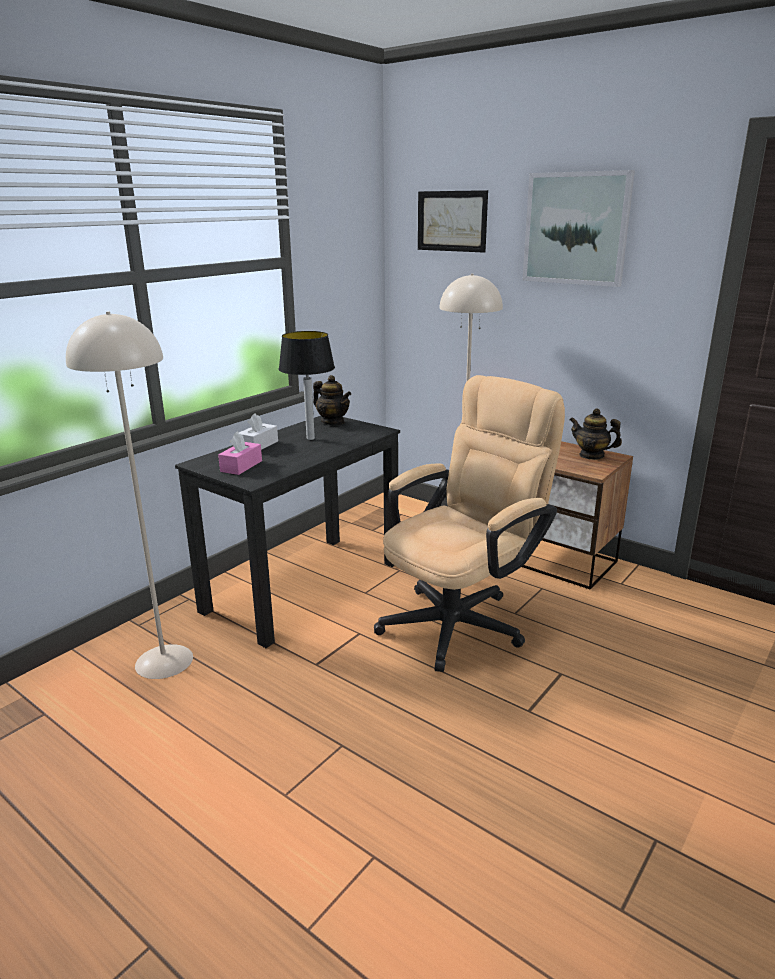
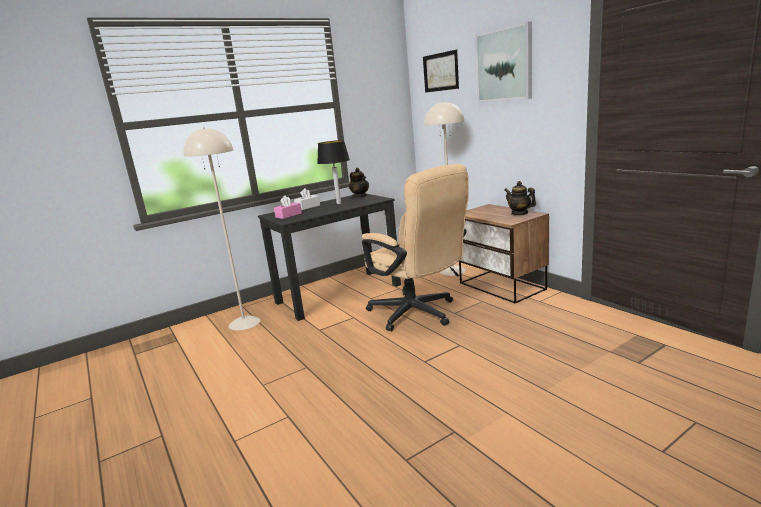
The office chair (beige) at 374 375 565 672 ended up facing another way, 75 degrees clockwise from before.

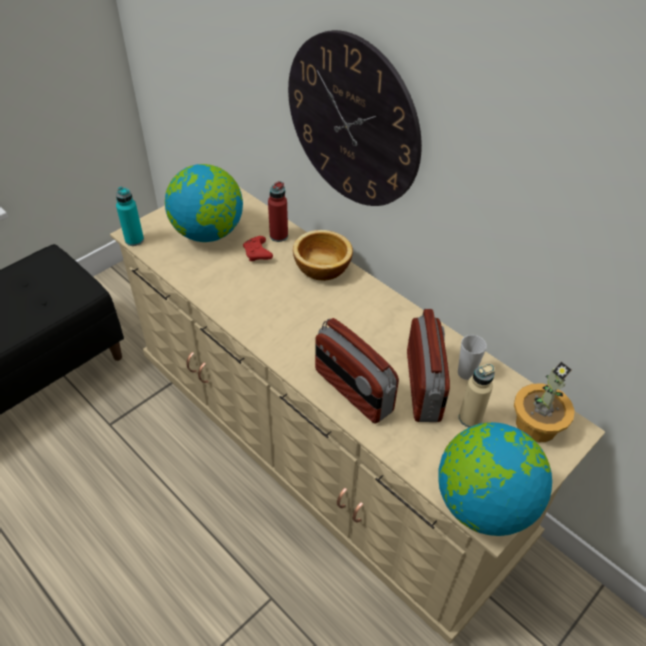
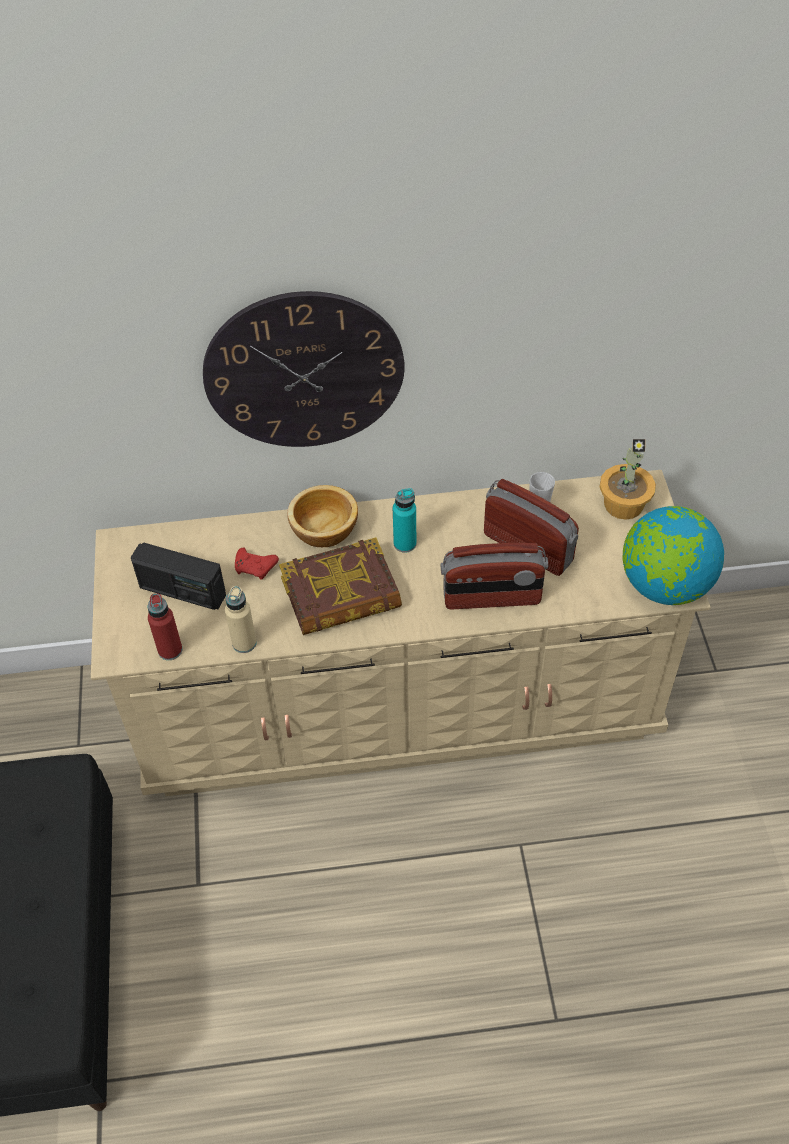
The bottle (turquoise) ended up elsewhere, having gone from 116 187 144 246 to 393 488 416 553.
Where the globe stood at 165 164 243 242, the radio came to stand at 131 543 226 610.
The bottle (red) ended up elsewhere, having gone from 268 181 288 242 to 147 593 182 660.
The bottle (beige) ended up elsewhere, having gone from 459 363 495 427 to 225 586 257 653.
The second view gained the book at 279 537 402 635.

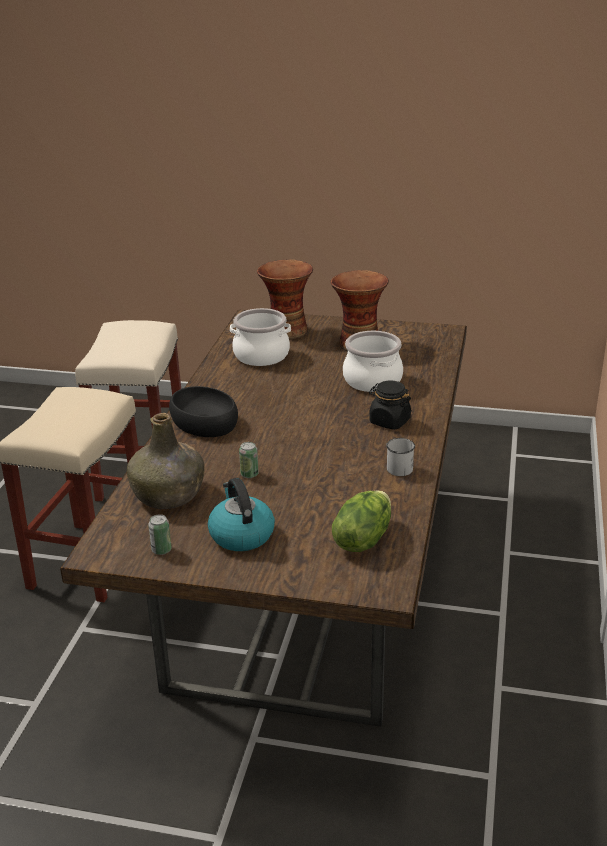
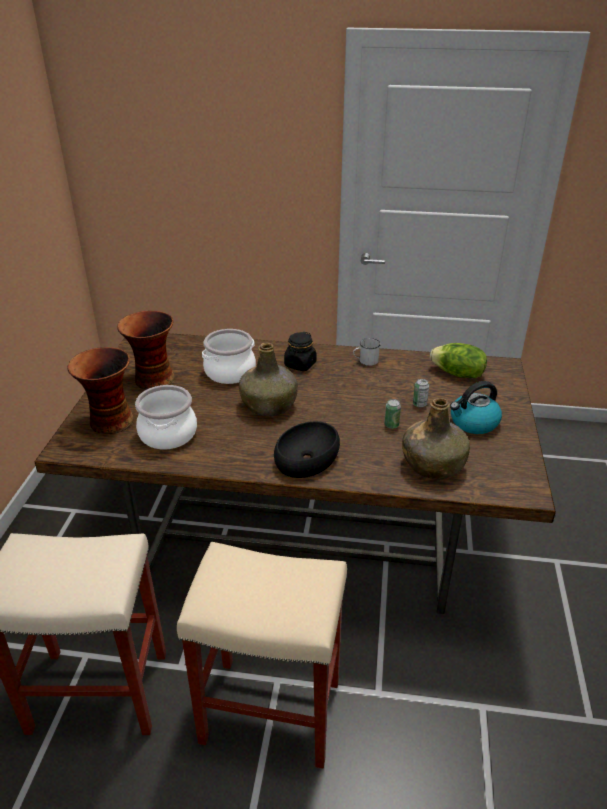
The can ended up elsewhere, having gone from 148 514 172 555 to 413 379 429 407.
The second view gained the bottle (green) at 239 343 298 416.

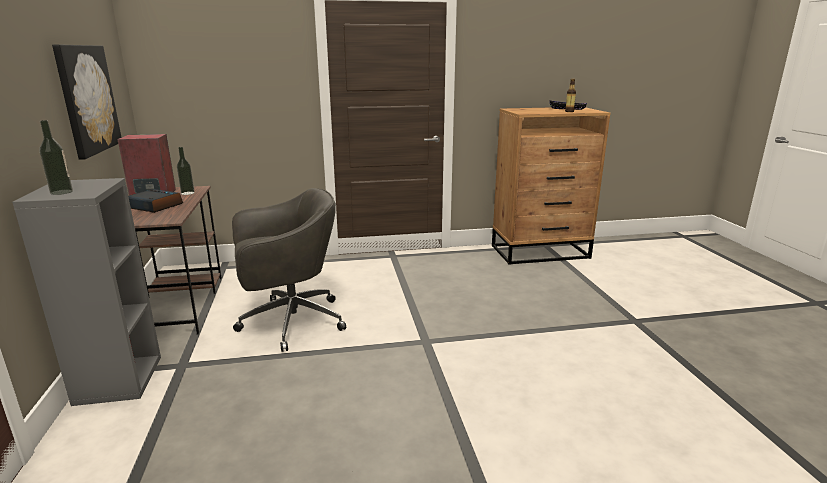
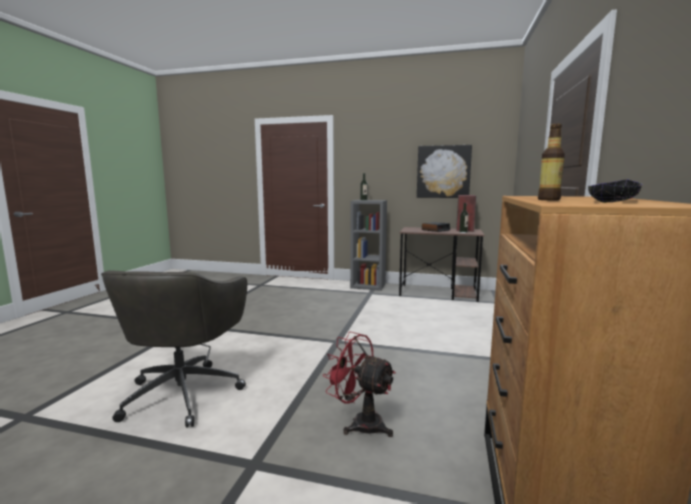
The office chair (grey) ended up elsewhere, having gone from 232 188 346 352 to 101 270 247 428.
The second view gained the fan (red) at 323 332 396 437.

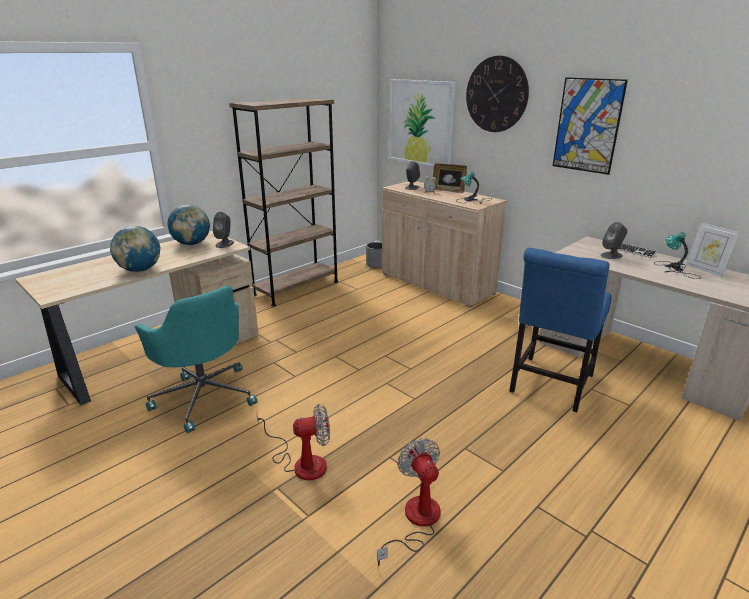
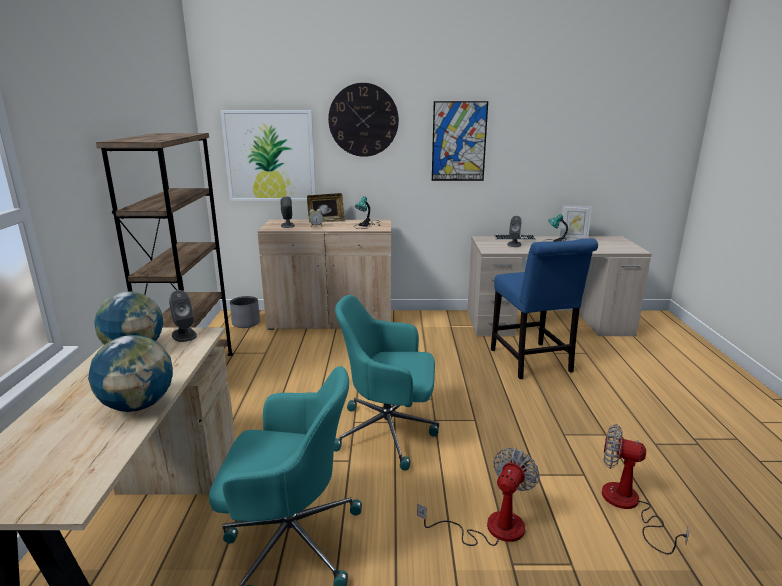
The second view gained the office chair (turquoise) at 334 295 439 470.

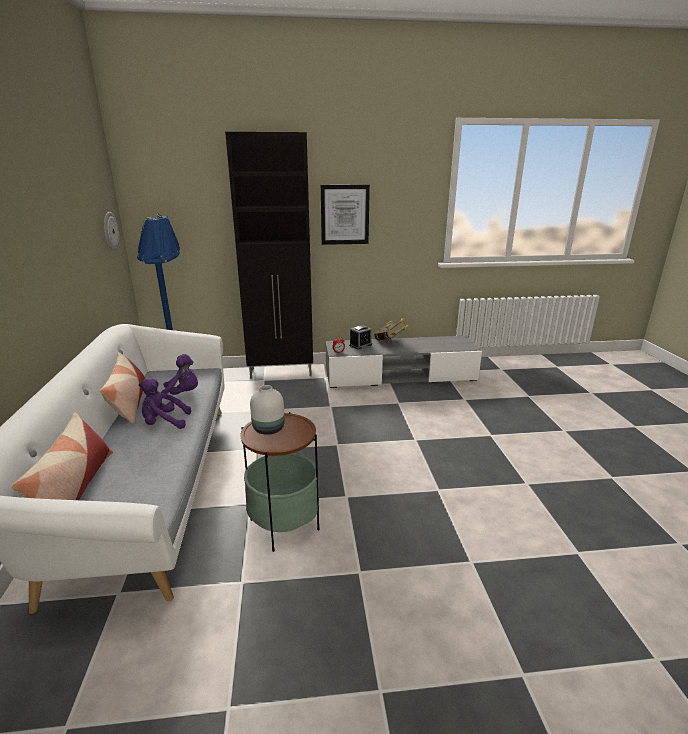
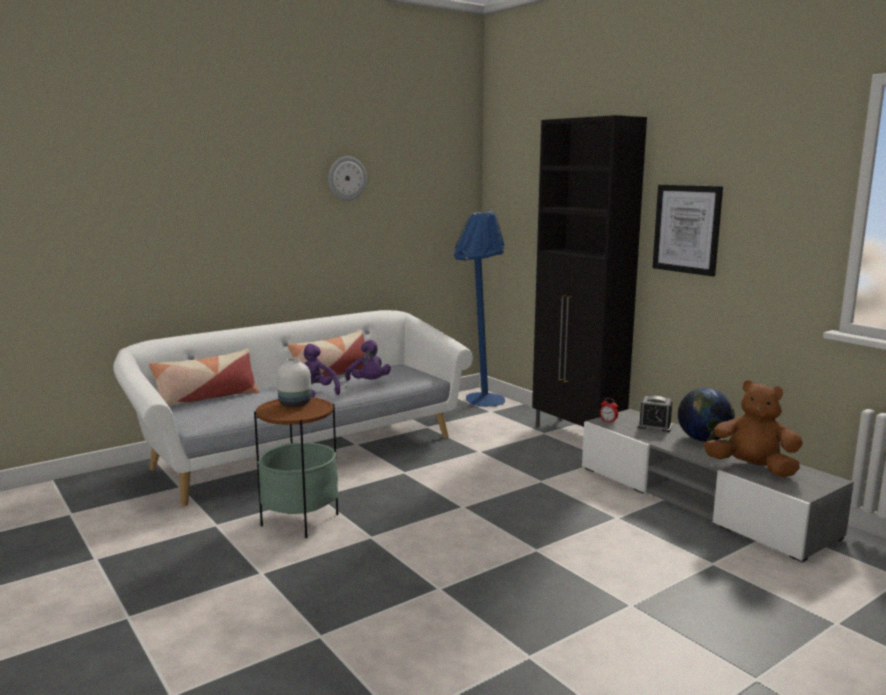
The wall clock ended up elsewhere, having gone from 104 212 119 251 to 328 156 367 201.
Where the book stood at 374 318 409 341, the globe came to stand at 678 388 735 442.
The second view gained the plush toy (brown) at 704 380 803 477.

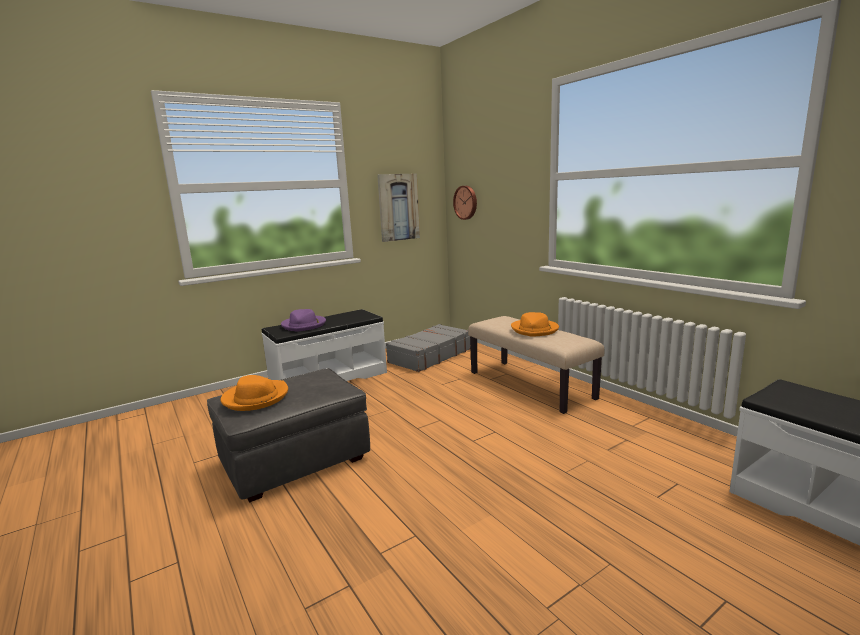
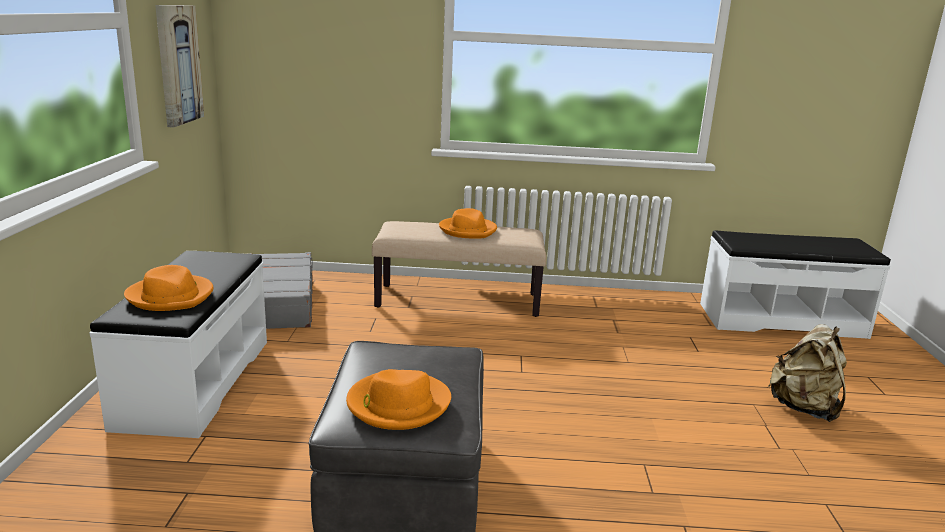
What was the hat (purple) at 281 309 326 331 turned into the hat (orange) at 124 265 213 311.
The second view lost the wall clock at 453 186 477 220.
The second view gained the backpack (beige) at 769 324 847 422.

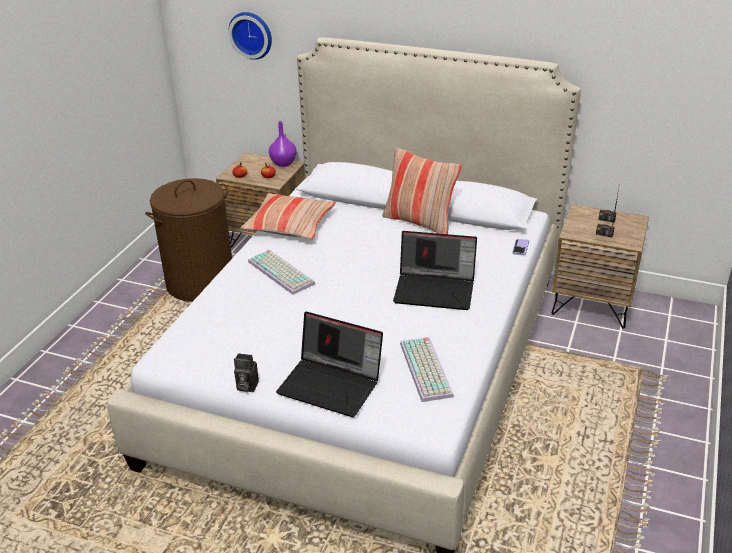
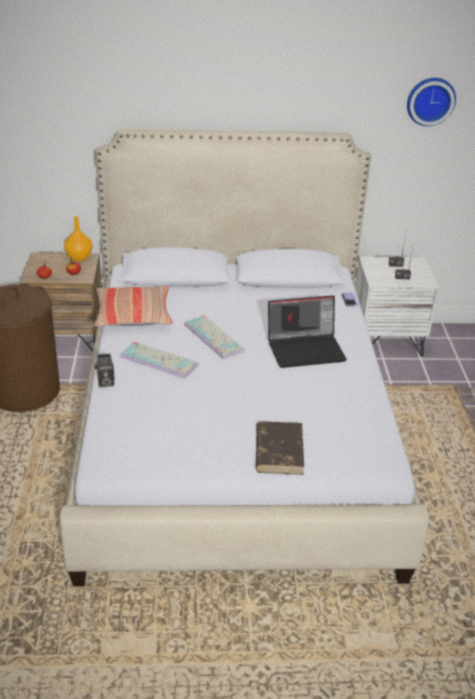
The wall clock ended up elsewhere, having gone from 228 12 272 60 to 407 78 456 126.
The photo camera ended up elsewhere, having gone from 234 353 259 392 to 94 354 114 387.
What was the vase (purple) at 269 121 297 167 turned into the vase (orange) at 64 216 93 261.
Where the laptop stood at 276 312 383 417, the book (brown) came to stand at 256 421 304 475.
The second view lost the pillow at 382 147 461 234.
The keyboard ended up elsewhere, having gone from 400 337 454 402 to 184 315 245 359.
What was the nightstand (brown) at 551 204 649 329 turned into the nightstand (white) at 355 256 439 356.

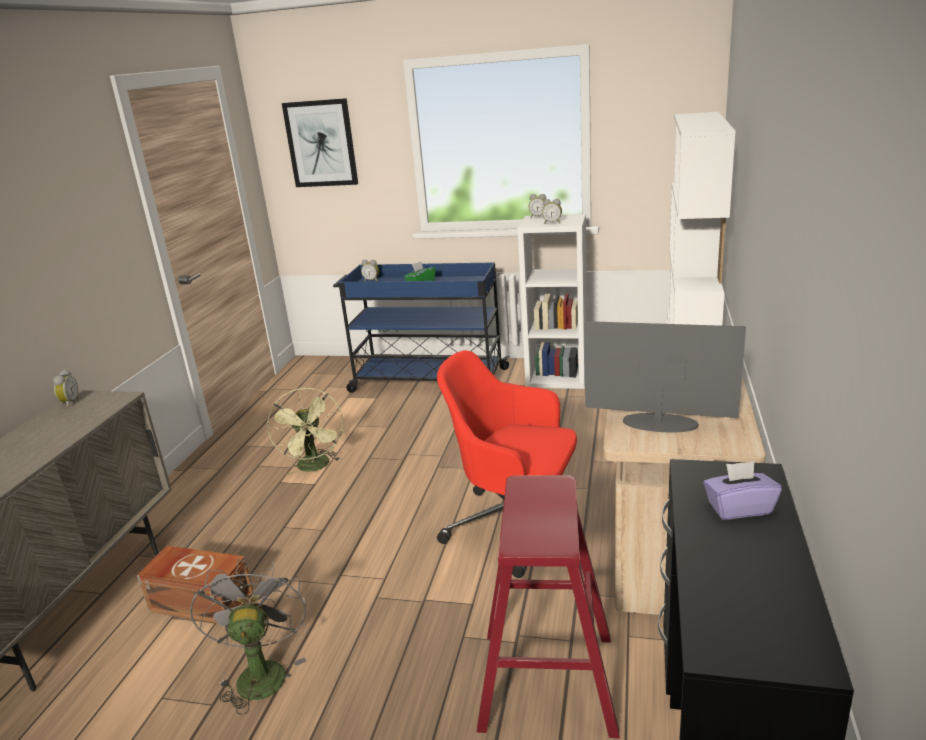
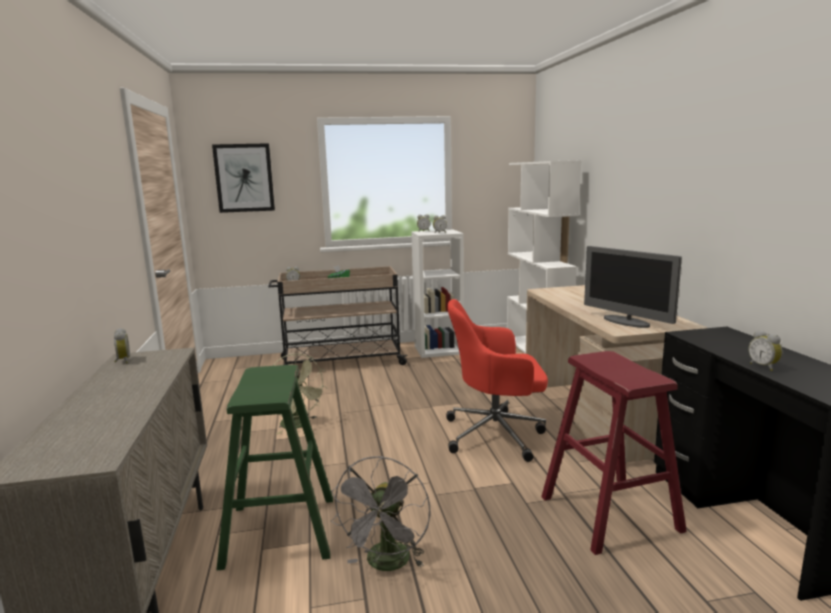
Where the storage box (brown) stood at 137 546 254 623, the stool (green) came to stand at 217 365 333 570.
The fan (grey) at 190 559 306 715 ended up facing another way, 135 degrees counterclockwise from before.
What was the cart (blue) at 333 262 510 393 turned into the cart (beige) at 268 266 408 365.
The monitor at 584 321 746 433 ended up facing another way, 120 degrees counterclockwise from before.
The second view lost the tissue box (purple) at 703 461 782 520.
The second view gained the alarm clock at 748 330 782 371.

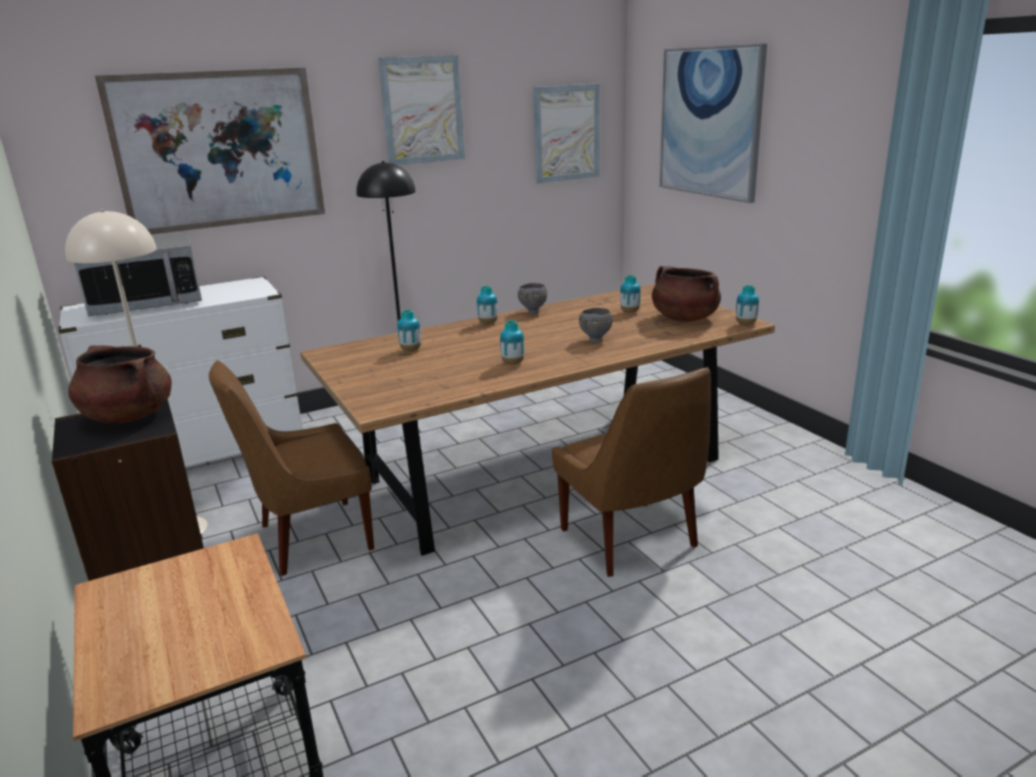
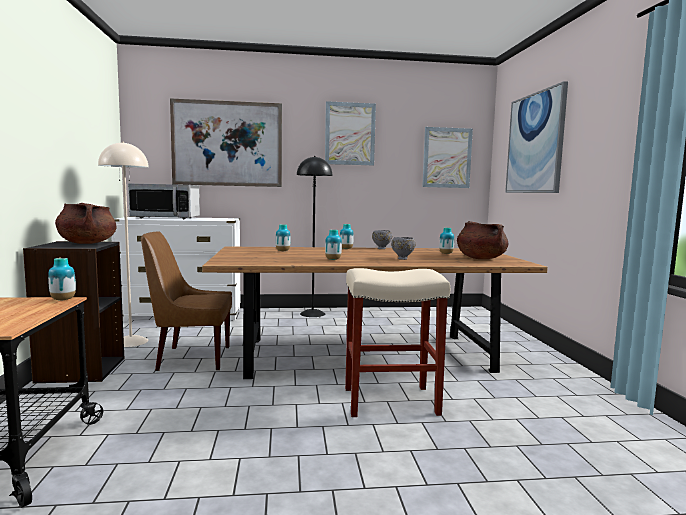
Where the chair (brown) stood at 552 367 711 577, the stool (beige) came to stand at 345 268 450 417.
The vase ended up elsewhere, having gone from 736 285 759 325 to 48 258 76 300.

